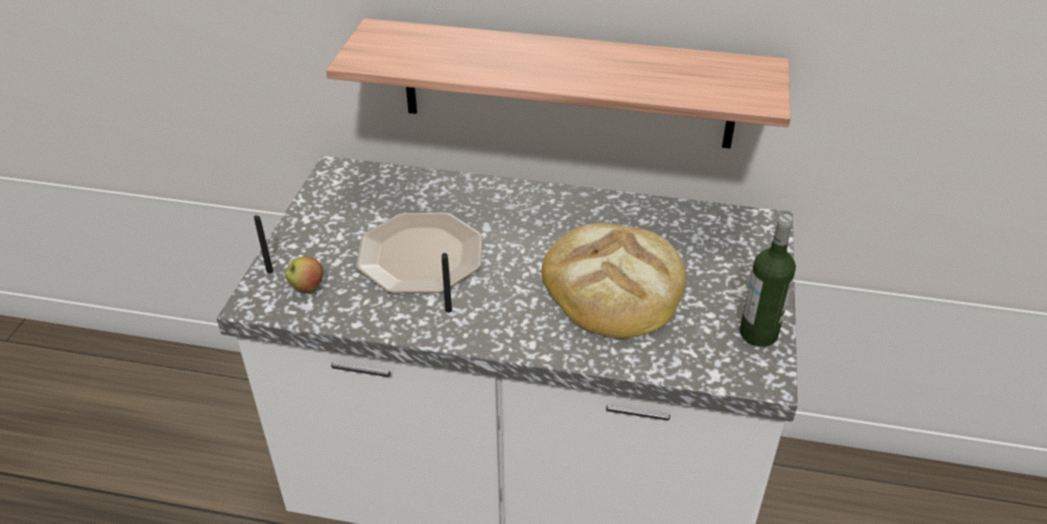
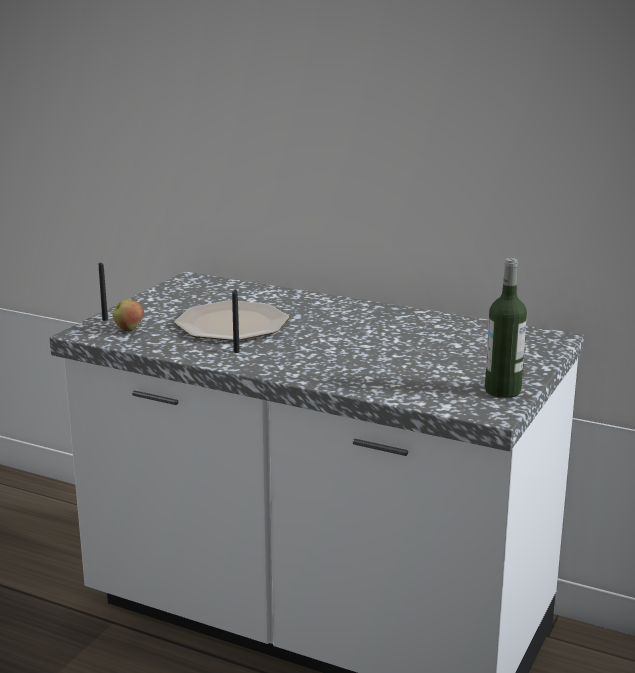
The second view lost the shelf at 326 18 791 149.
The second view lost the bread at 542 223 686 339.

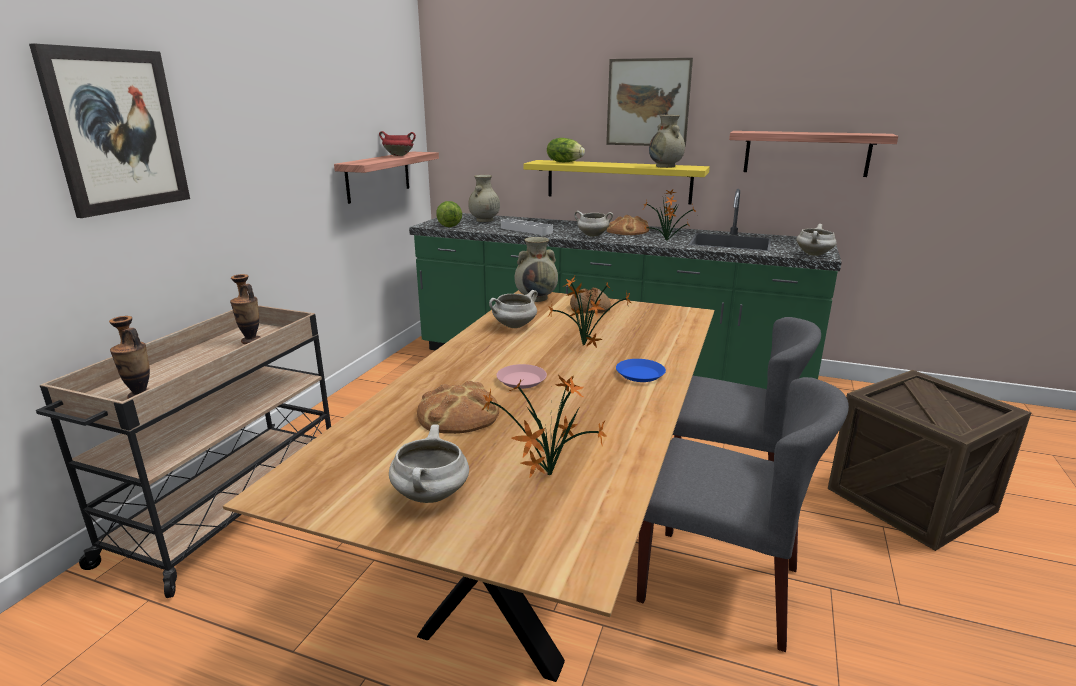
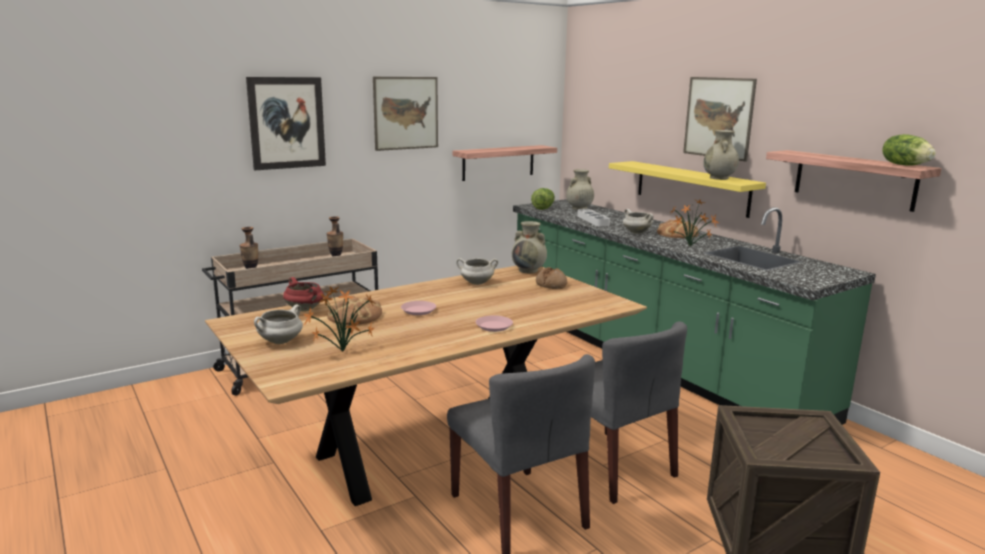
The cooking pot (red) ended up elsewhere, having gone from 379 131 416 156 to 283 277 324 311.
The lettuce ended up elsewhere, having gone from 547 138 585 162 to 882 134 936 165.
The second view lost the potted plant at 548 276 631 348.
What was the plate (blue) at 616 359 666 382 turned into the plate (pink) at 476 315 513 332.
The second view lost the cooking pot (white) at 796 224 837 256.
The second view gained the picture at 373 77 438 151.

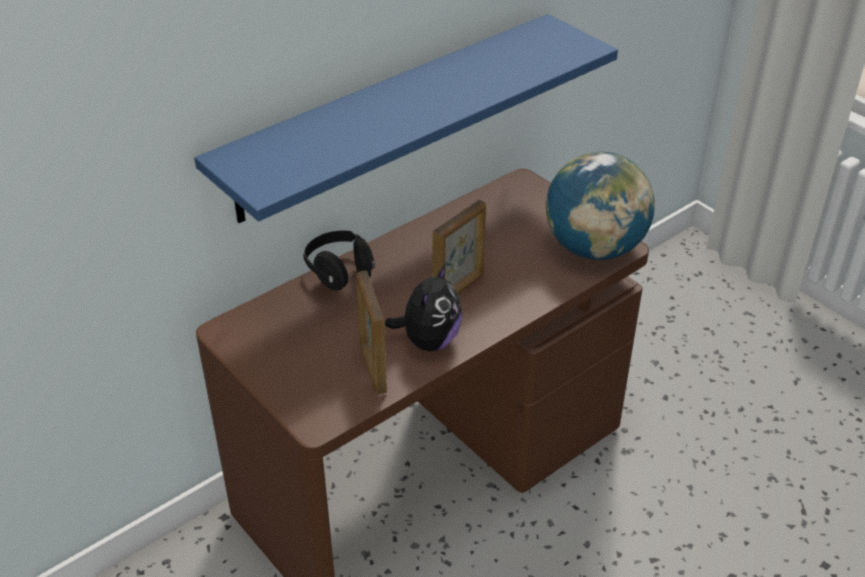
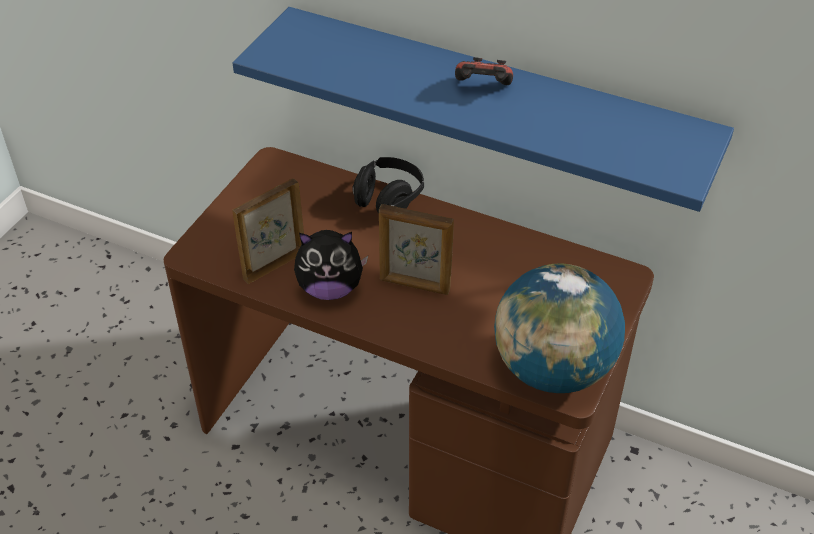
The second view gained the game controller at 455 57 513 85.

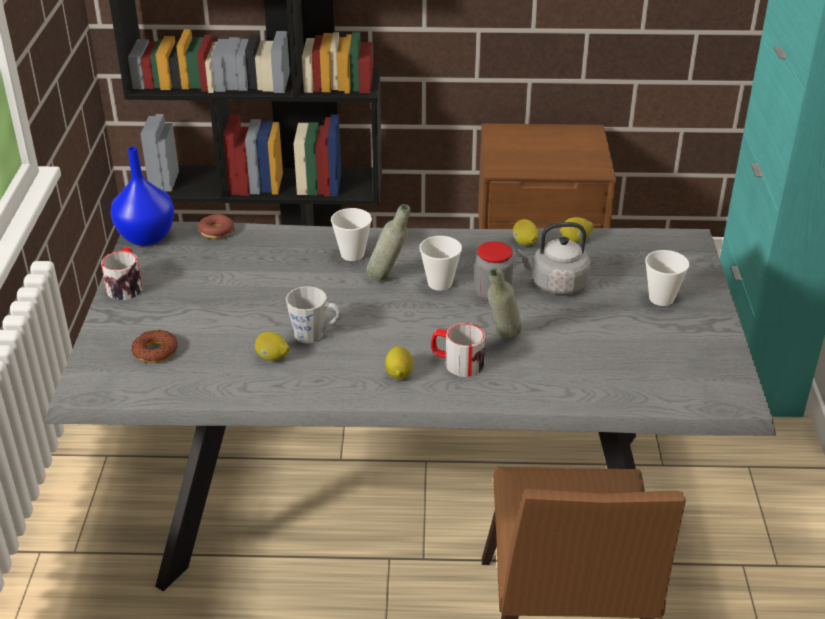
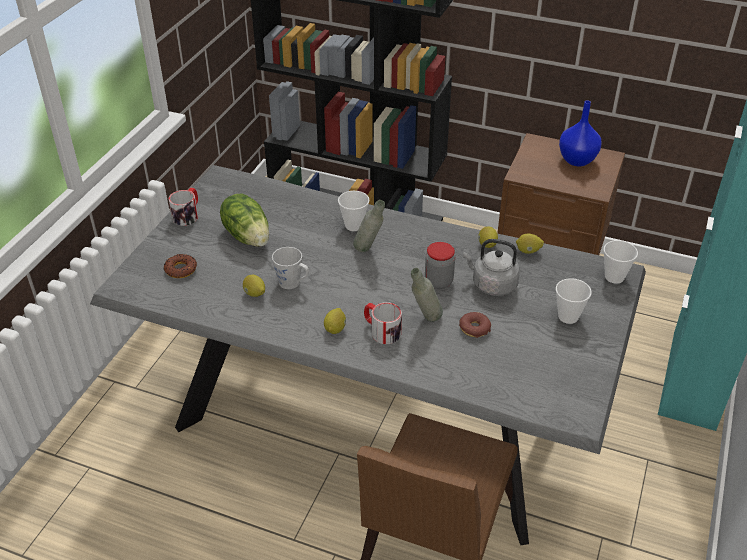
The vase (blue) ended up elsewhere, having gone from 111 147 174 246 to 559 101 602 166.
The donut ended up elsewhere, having gone from 198 214 234 239 to 459 312 491 338.
The cup ended up elsewhere, having gone from 419 236 462 291 to 604 240 638 284.
The second view gained the lettuce at 220 193 269 247.

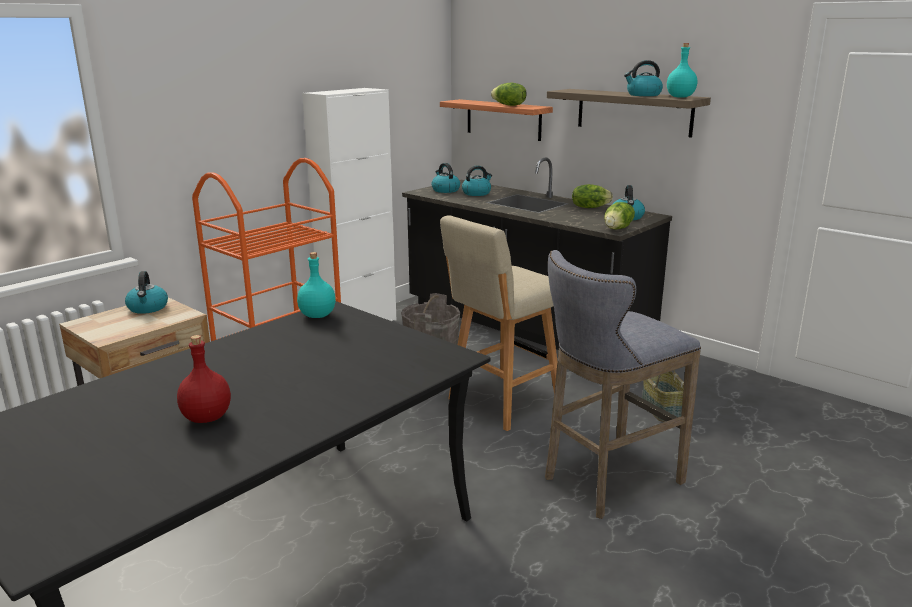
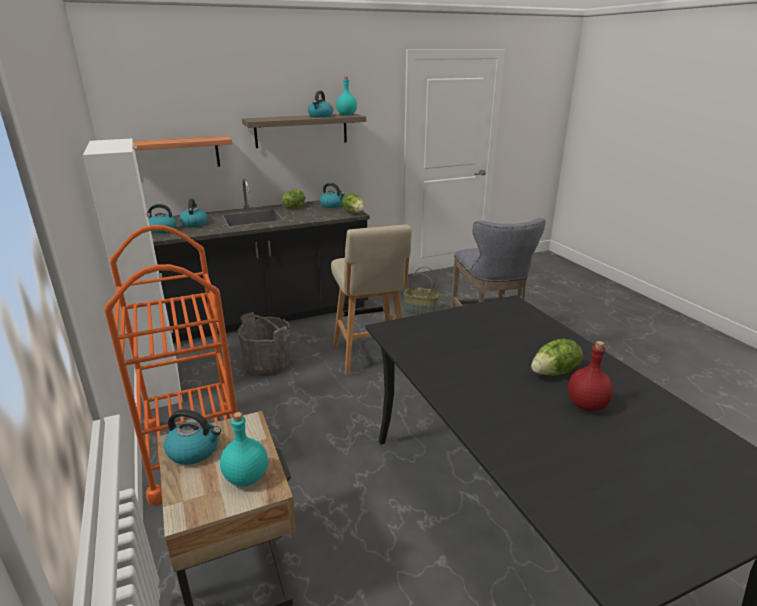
The bottle (turquoise) ended up elsewhere, having gone from 297 252 336 318 to 220 412 268 486.
The lettuce ended up elsewhere, having gone from 491 83 527 106 to 531 339 583 376.

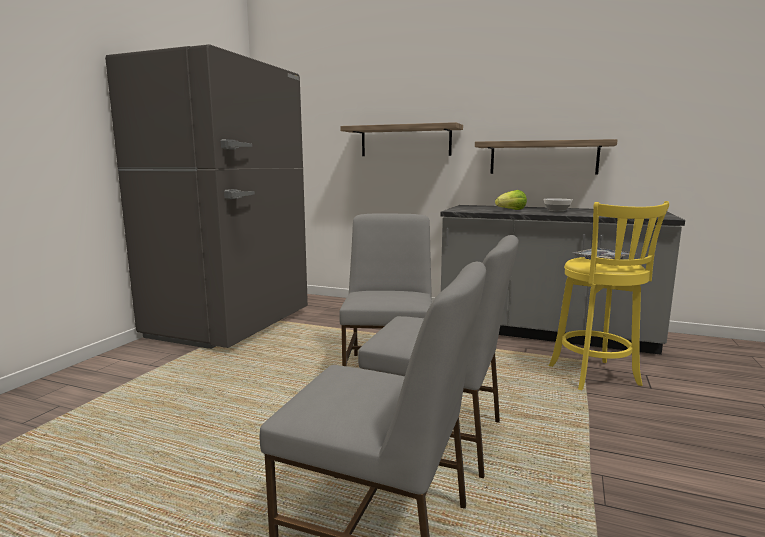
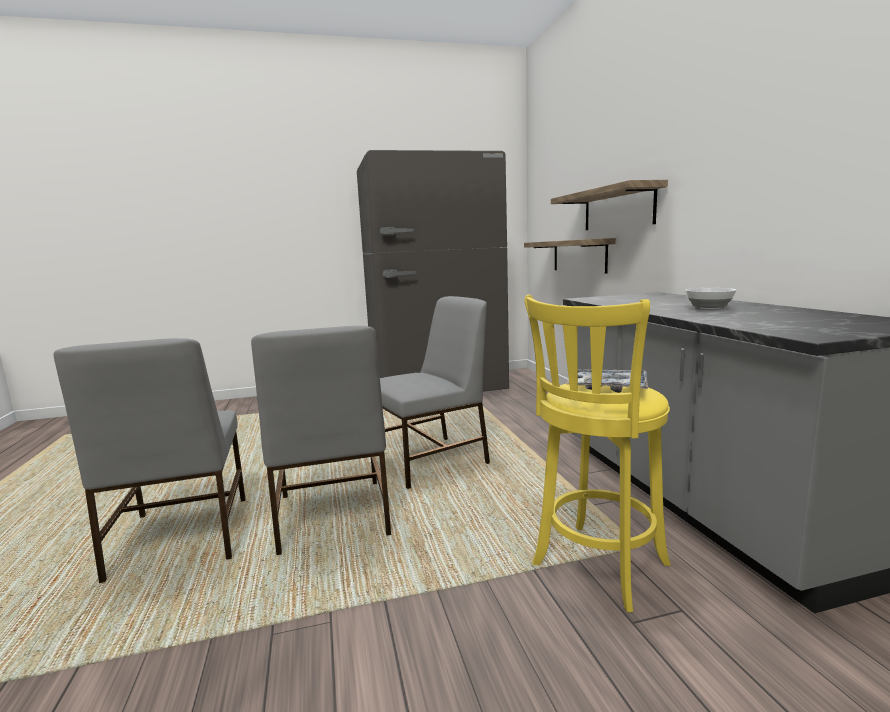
The shelf ended up elsewhere, having gone from 475 139 618 174 to 524 238 616 274.
The second view lost the lettuce at 495 190 527 210.

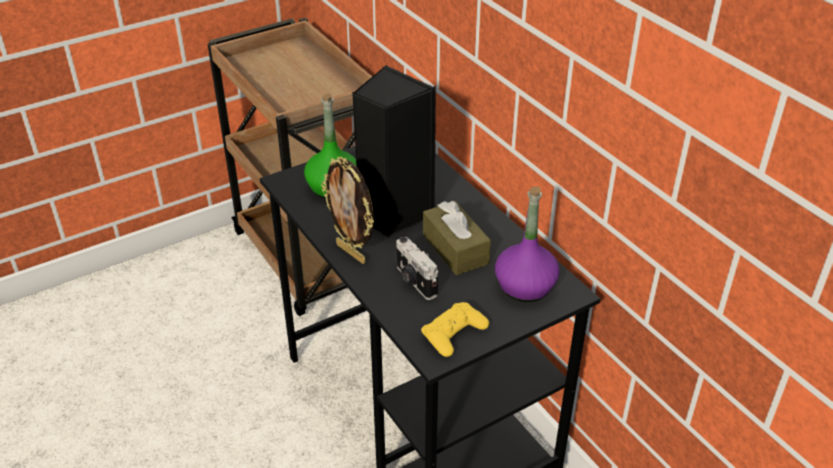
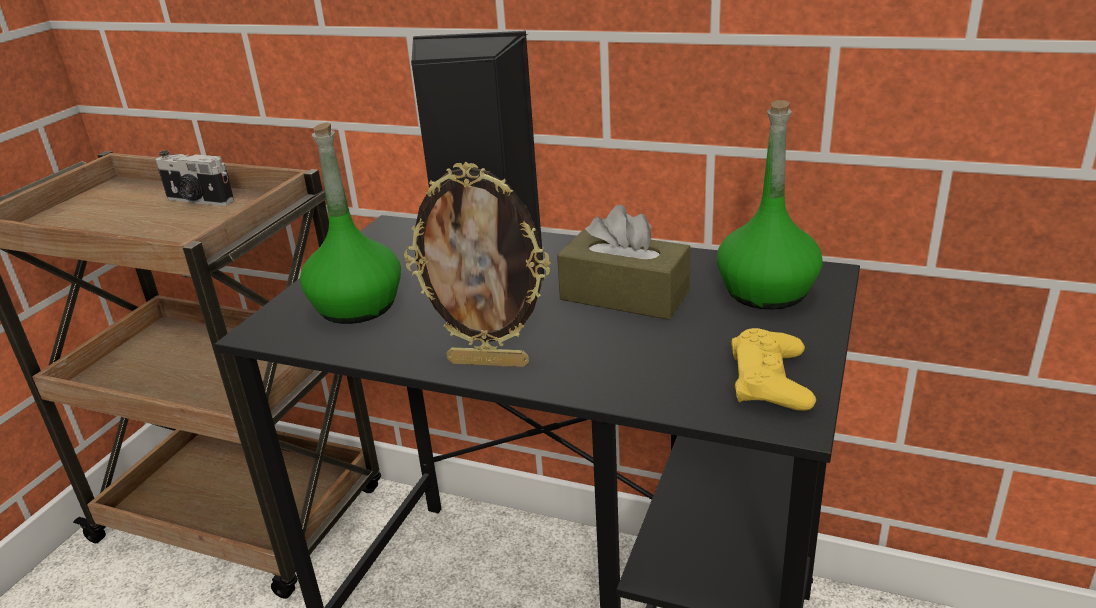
The photo camera ended up elsewhere, having gone from 396 237 438 300 to 155 150 234 206.
What was the bottle (purple) at 495 186 560 302 turned into the bottle (green) at 717 100 823 310.

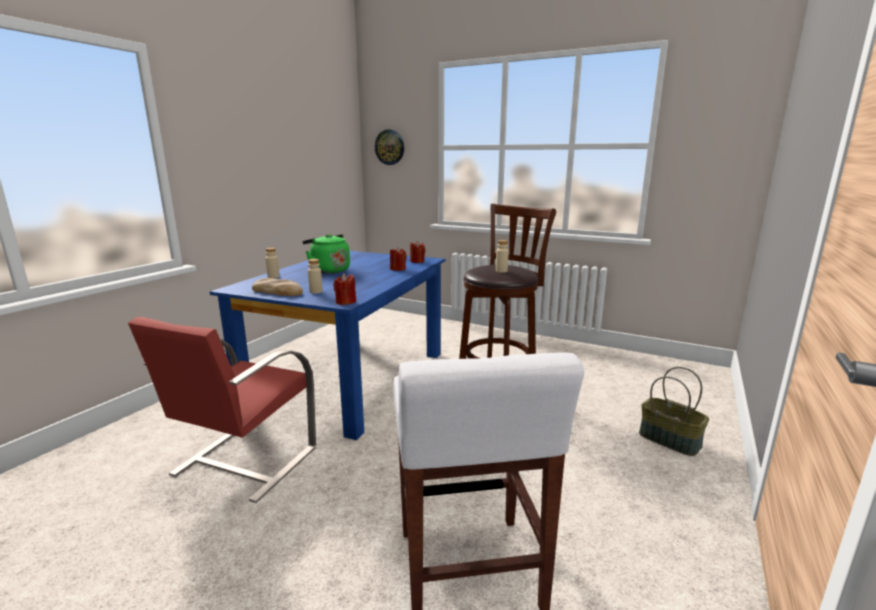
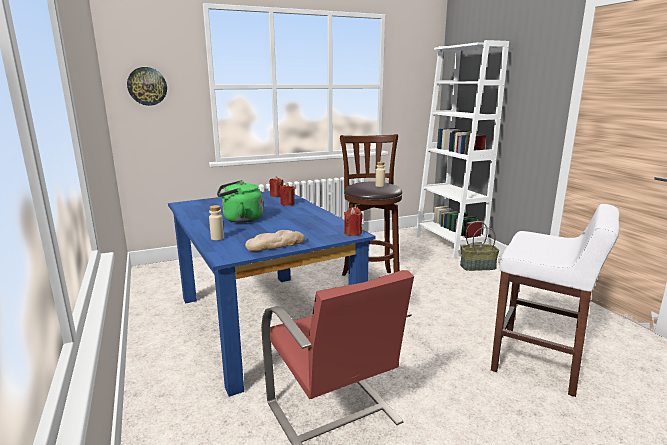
The second view lost the bottle (beige) at 308 259 323 294.
The second view gained the bookcase (white) at 416 40 509 258.

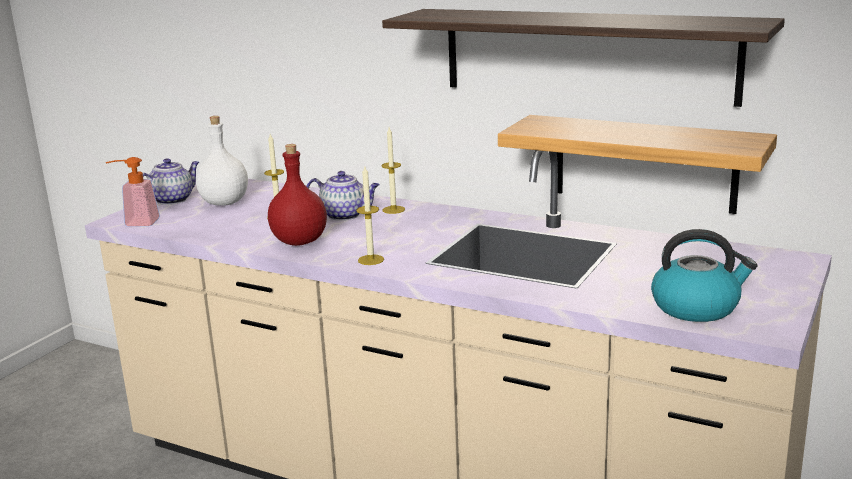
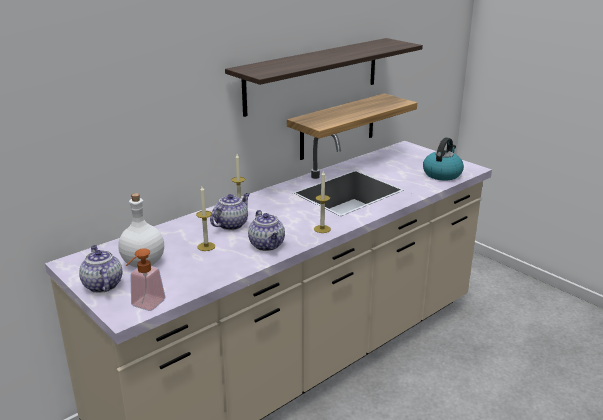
Where the bottle (red) stood at 268 144 327 246, the teapot came to stand at 248 210 285 251.

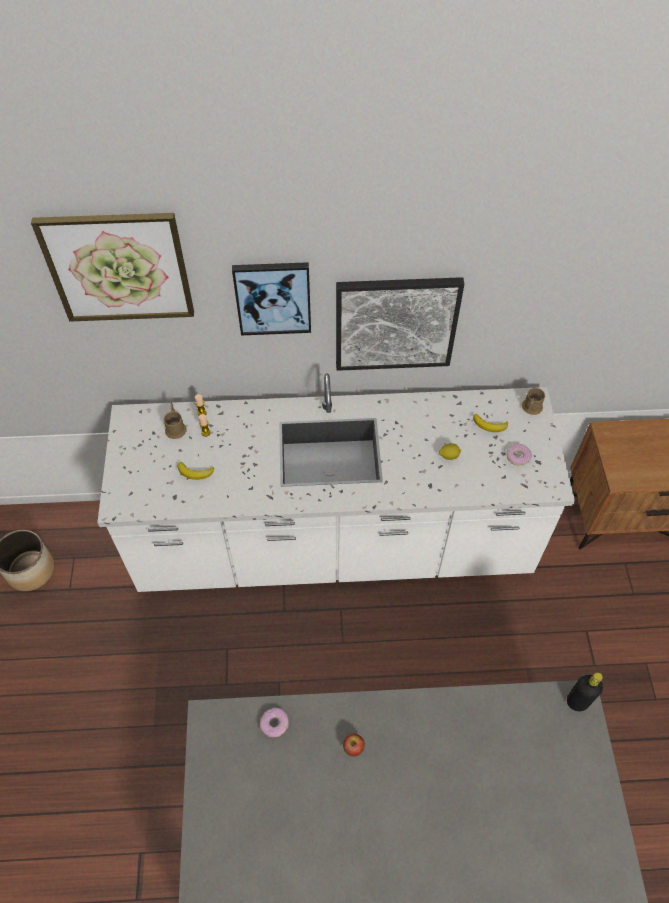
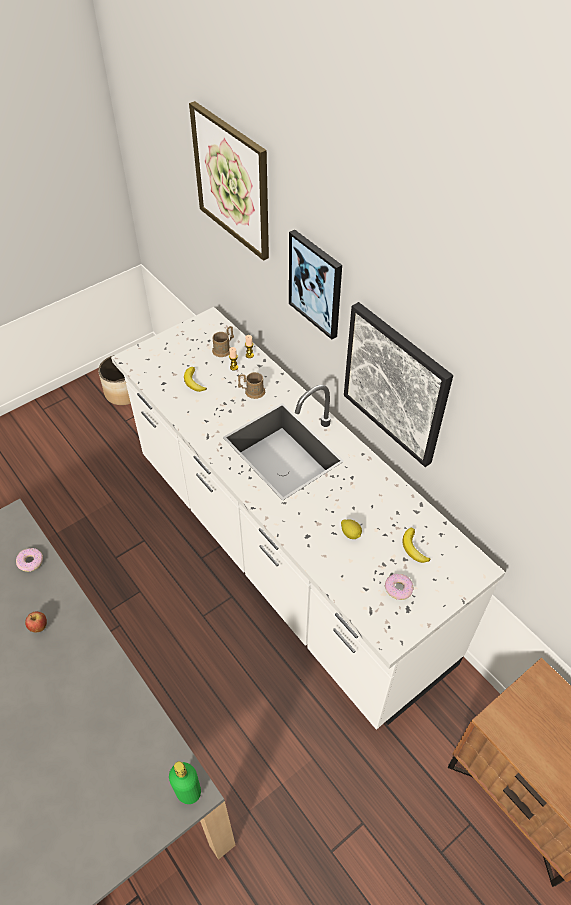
The mug (brown) ended up elsewhere, having gone from 522 388 545 415 to 238 372 265 399.
What was the bottle (black) at 567 672 603 711 turned into the bottle (green) at 169 761 201 804.

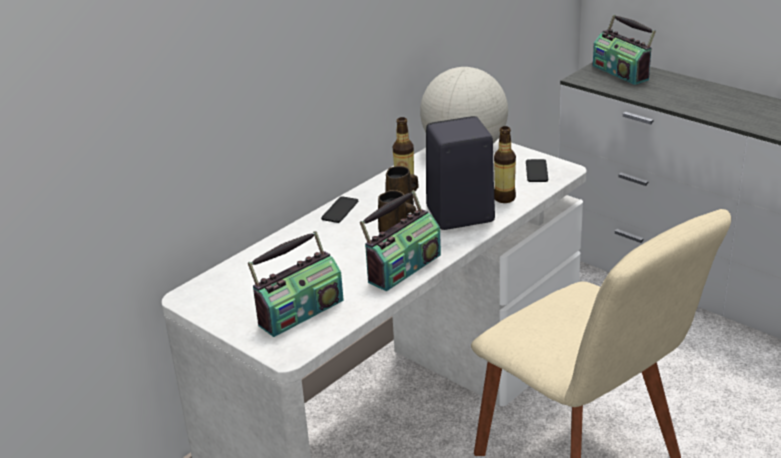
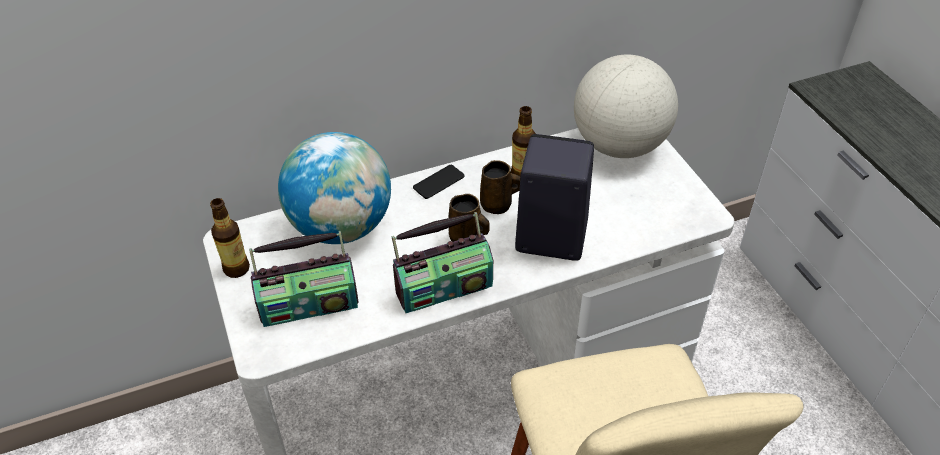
The bottle ended up elsewhere, having gone from 494 126 516 203 to 210 198 250 278.
The second view lost the phone at 526 159 548 182.
The second view lost the radio at 593 15 656 85.
The second view gained the globe at 278 132 391 244.

